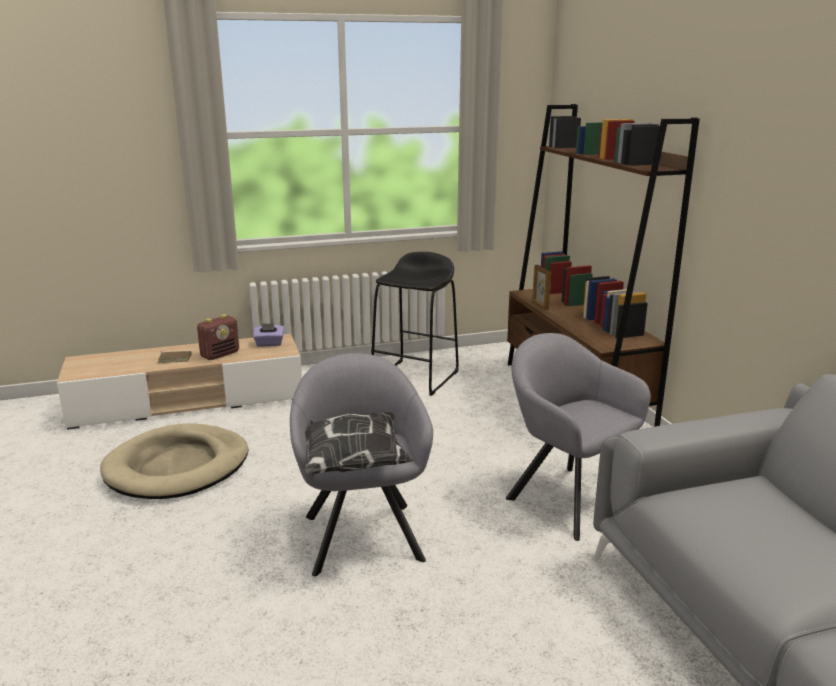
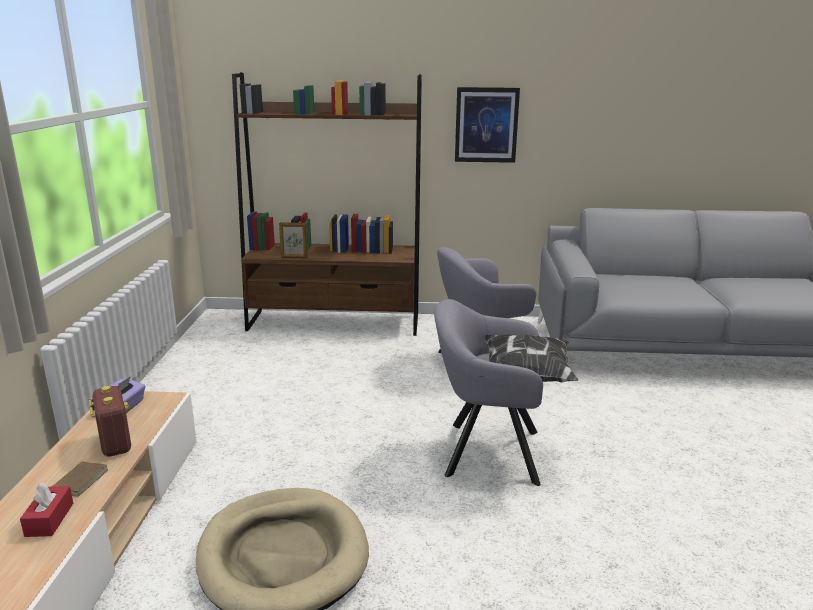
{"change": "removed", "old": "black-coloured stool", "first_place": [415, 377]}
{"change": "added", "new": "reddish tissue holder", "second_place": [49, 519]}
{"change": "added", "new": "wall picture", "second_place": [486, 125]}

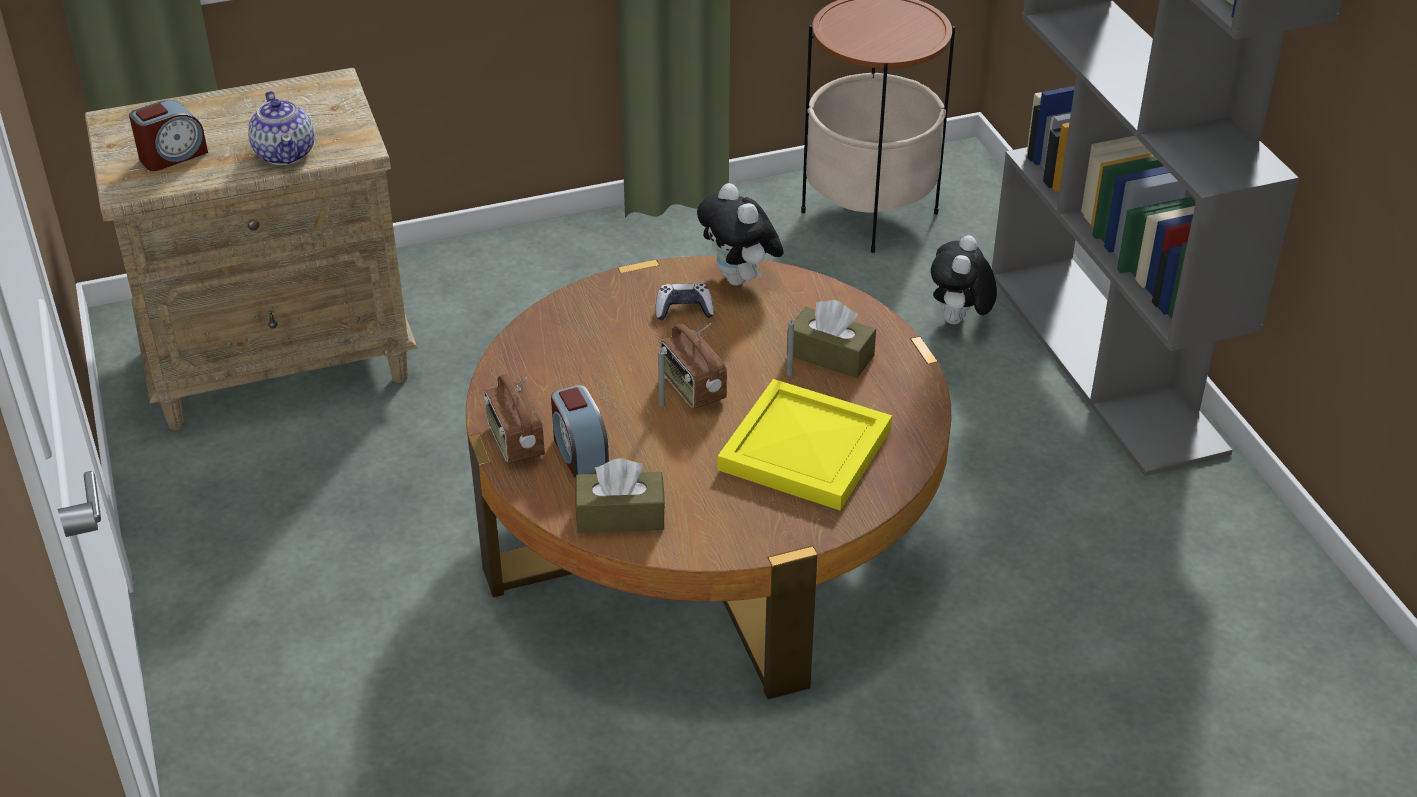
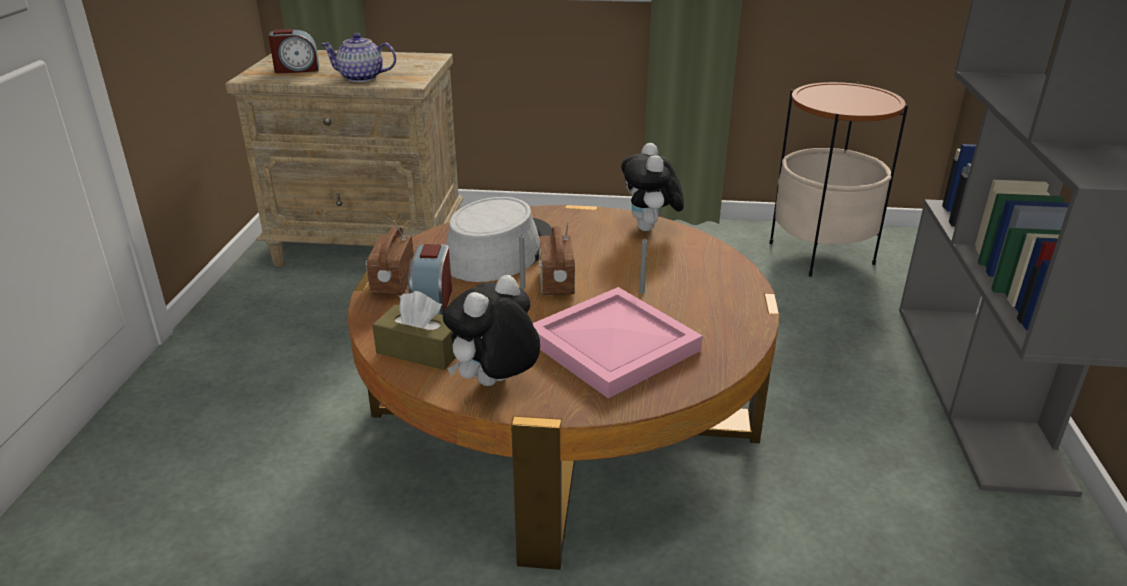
{"change": "turned", "old": "teapot", "first_place": [285, 153], "second_place": [362, 78], "degrees": 90}
{"change": "removed", "old": "gamepad", "first_place": [684, 309]}
{"change": "recoloured", "old": "yellow-coloured carrying tray", "new": "pinkish carrying tray", "first_place": [804, 447], "second_place": [613, 344]}
{"change": "removed", "old": "brownish tissue holder", "first_place": [830, 355]}
{"change": "moved", "old": "soft toy", "first_place": [958, 321], "second_place": [495, 385]}
{"change": "added", "new": "greyish hat", "second_place": [500, 251]}

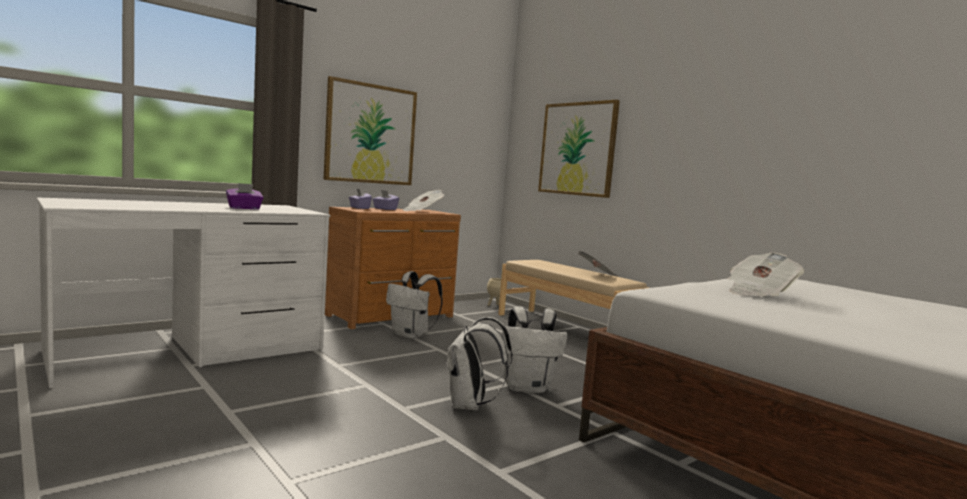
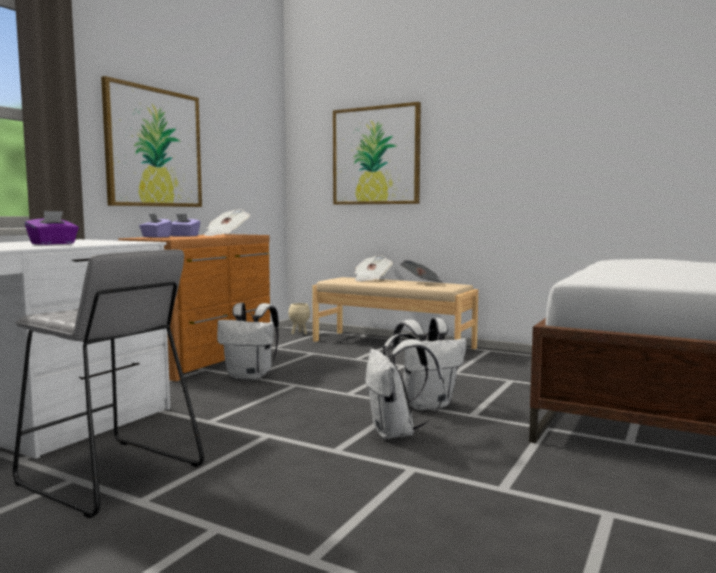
{"change": "moved", "old": "printed paper", "first_place": [759, 293], "second_place": [371, 279]}
{"change": "added", "new": "greyish stool", "second_place": [109, 475]}

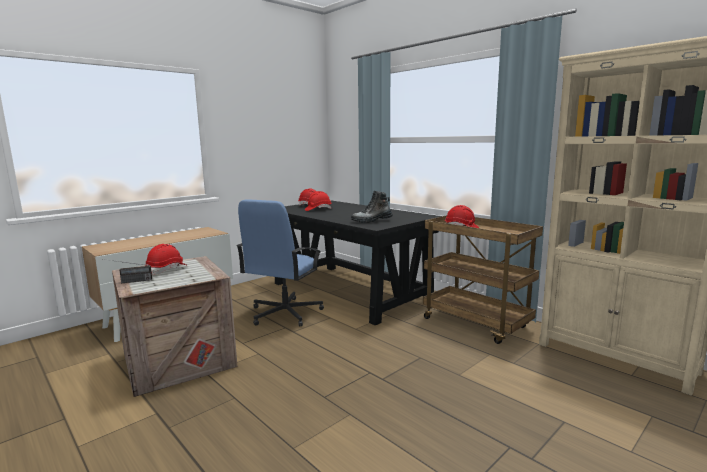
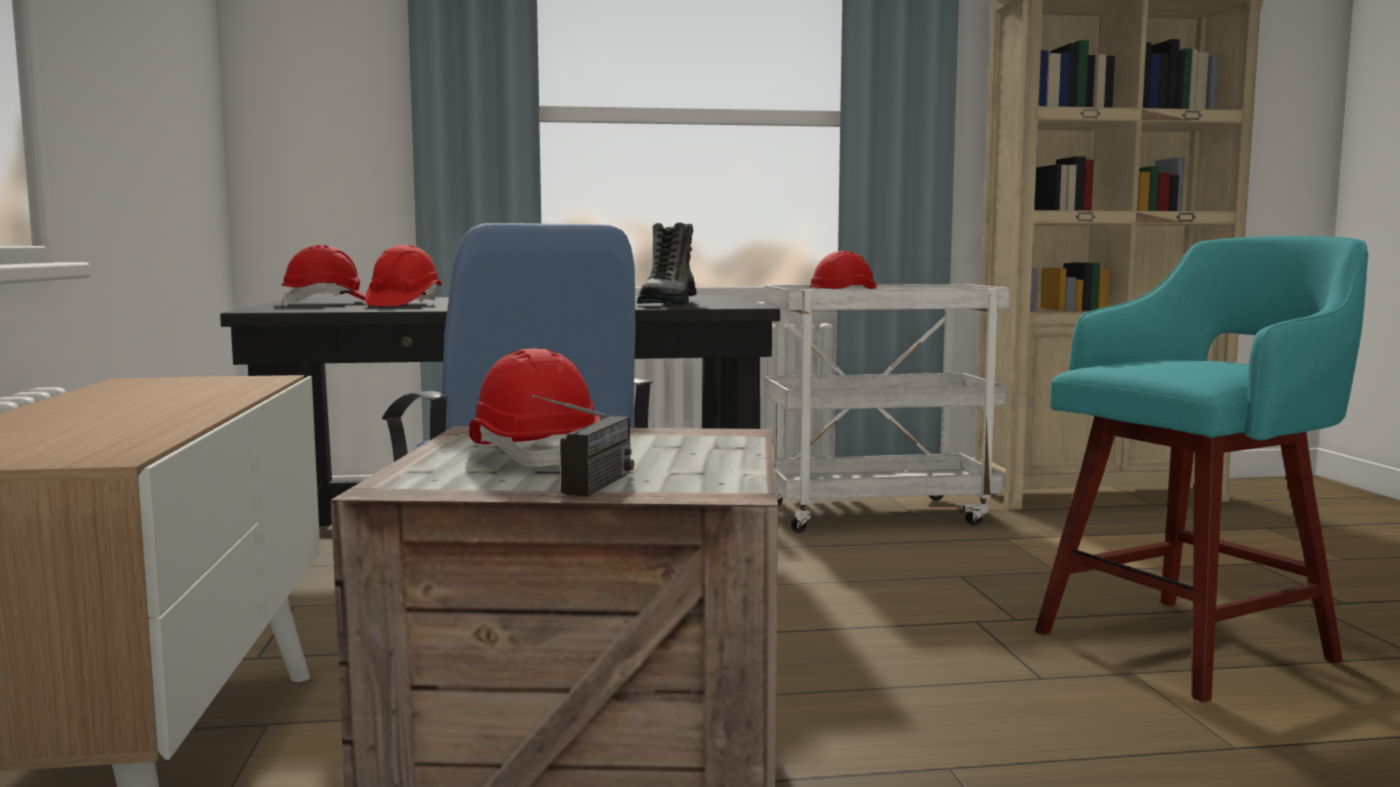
{"change": "recoloured", "old": "brownish wheeled cart", "new": "whitish wheeled cart", "first_place": [477, 323], "second_place": [878, 514]}
{"change": "added", "new": "turquoise stool", "second_place": [1190, 644]}

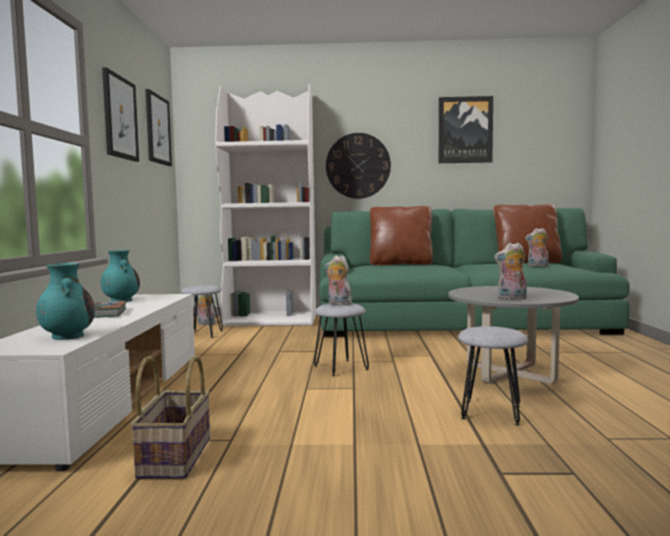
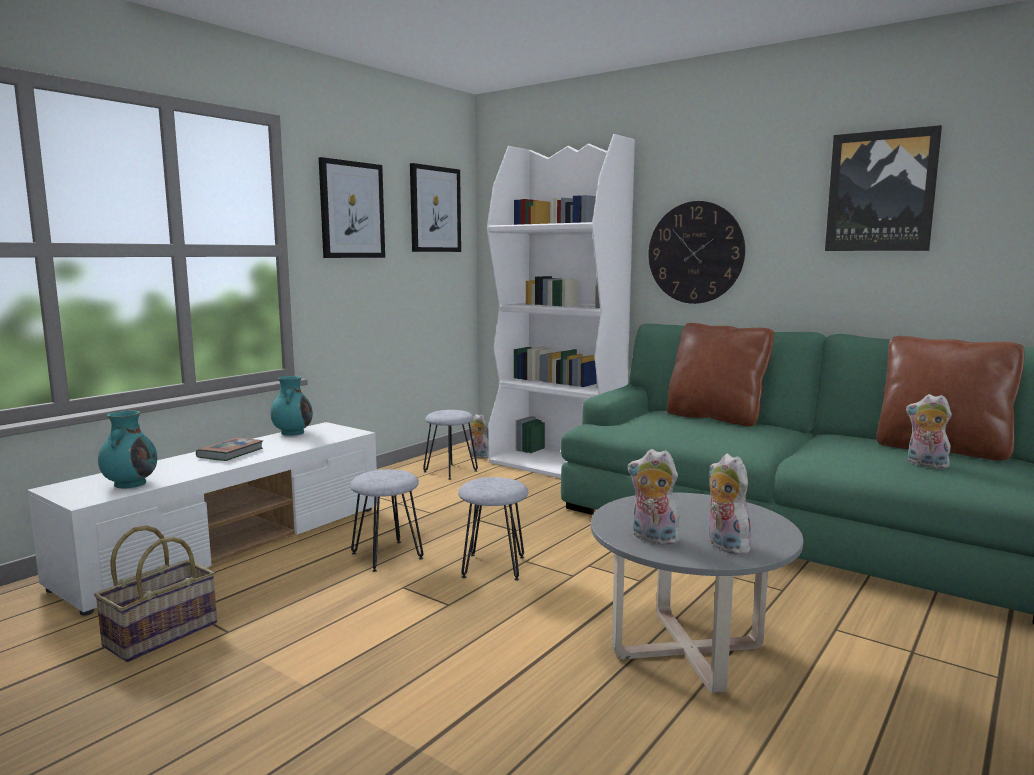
{"change": "moved", "old": "soft toy", "first_place": [338, 304], "second_place": [724, 545]}
{"change": "moved", "old": "greyish stool", "first_place": [490, 412], "second_place": [387, 555]}

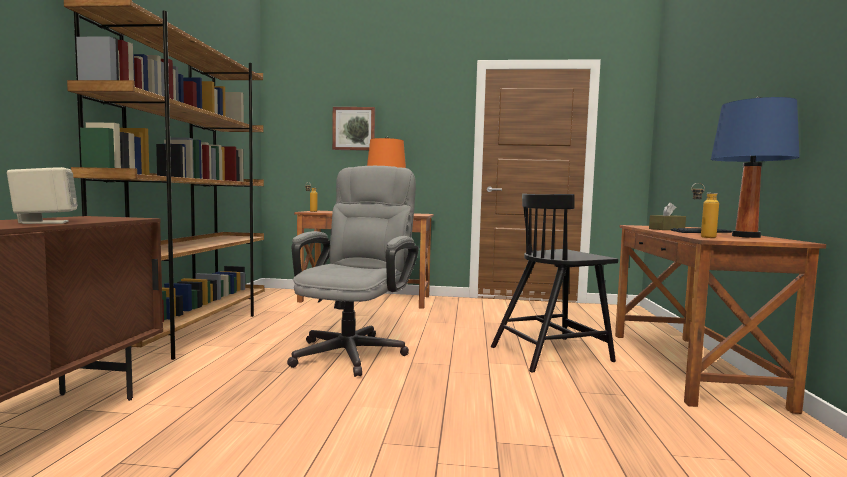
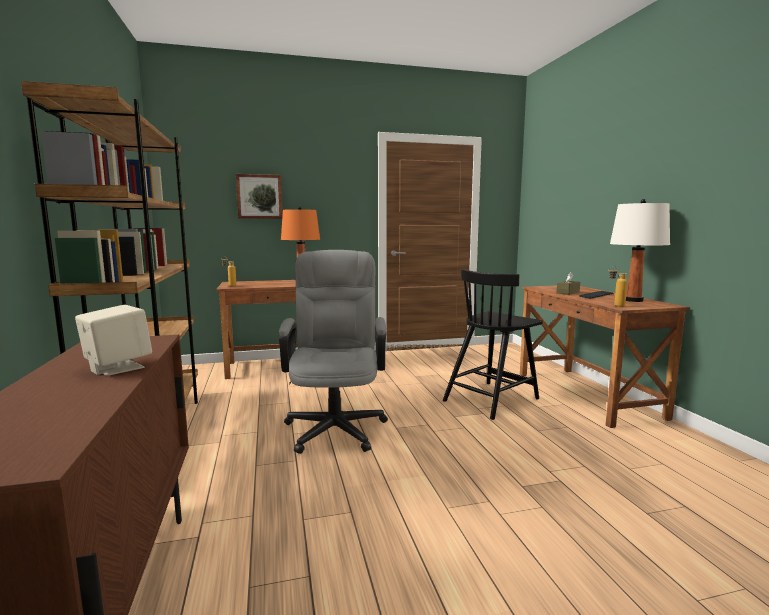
{"change": "recoloured", "old": "blue-coloured table lamp", "new": "whitish table lamp", "first_place": [746, 236], "second_place": [633, 300]}

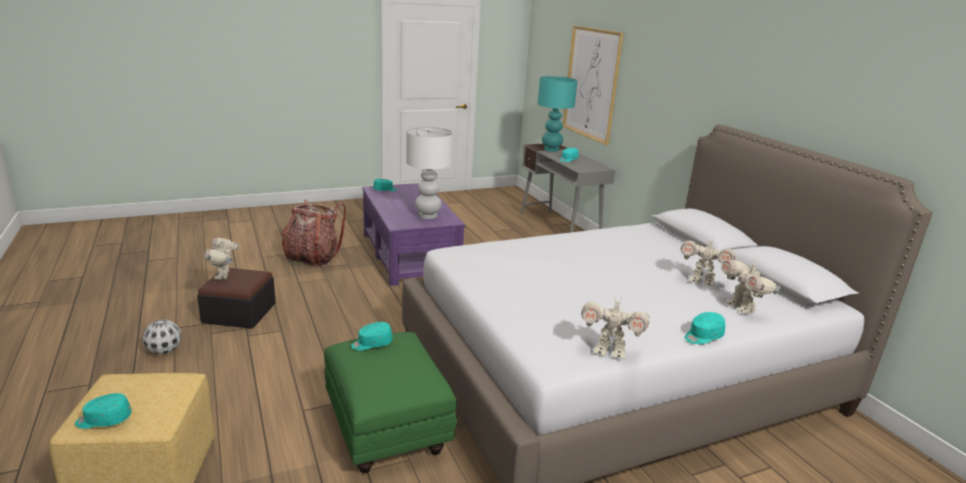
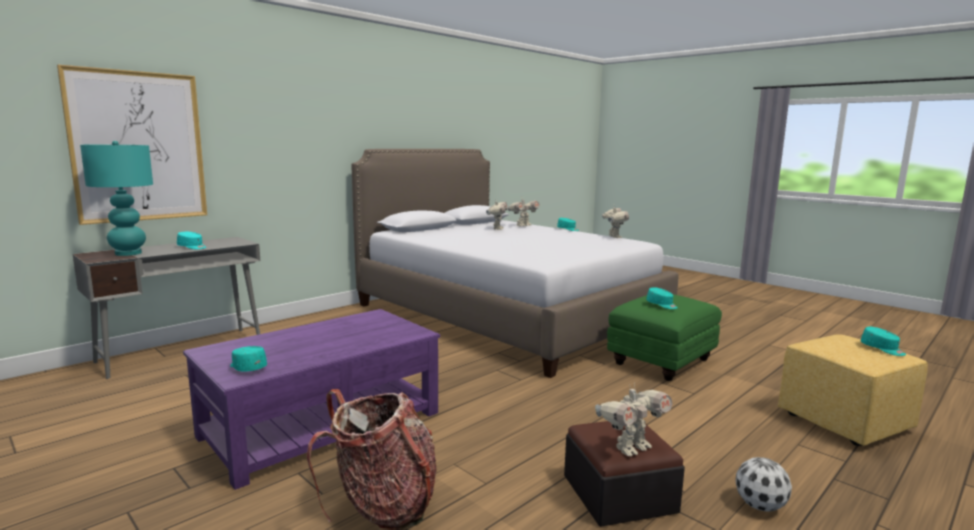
{"change": "removed", "old": "whitish table lamp", "first_place": [427, 216]}

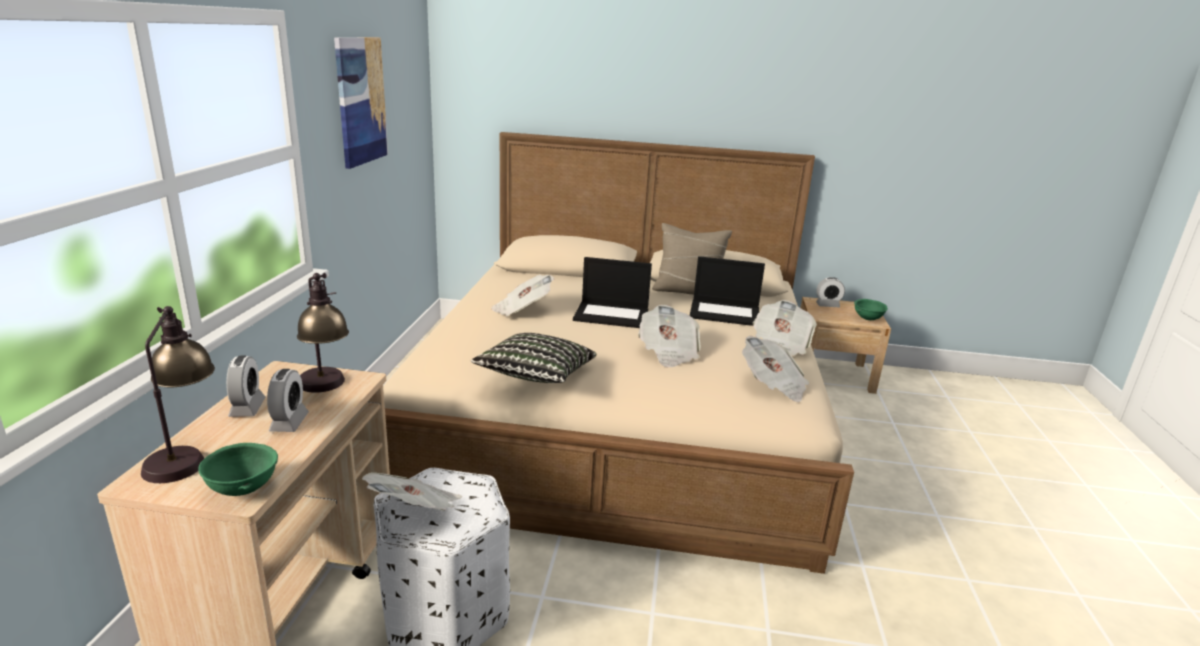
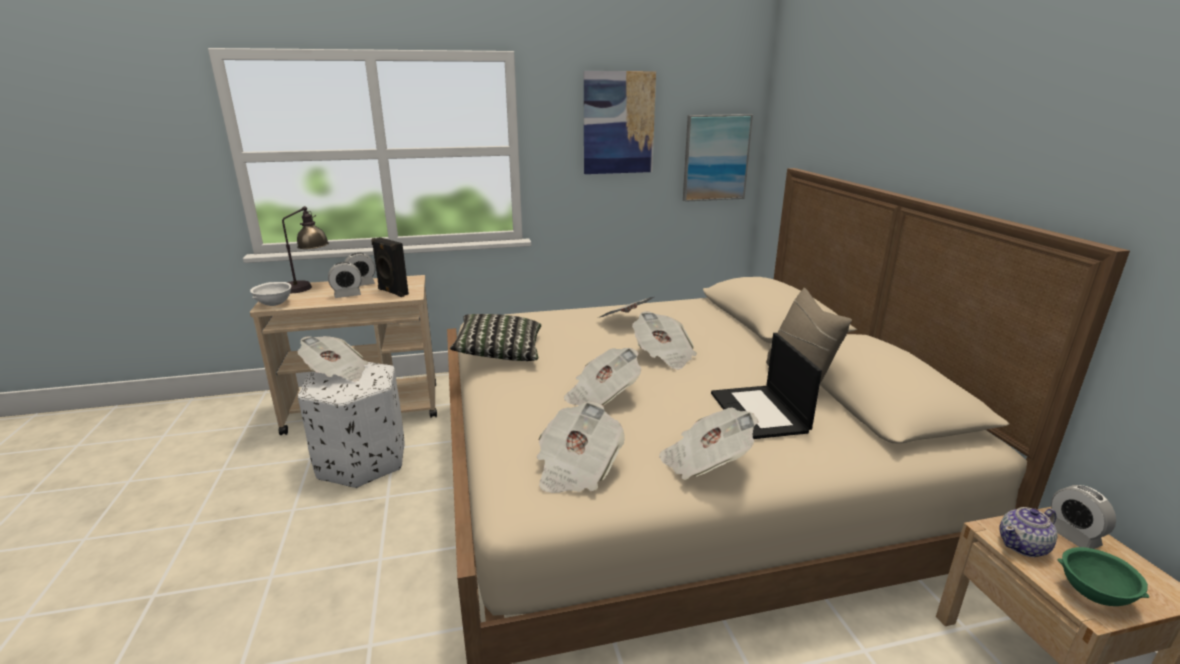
{"change": "recoloured", "old": "green-coloured deep dish", "new": "whitish deep dish", "first_place": [244, 489], "second_place": [275, 304]}
{"change": "replaced", "old": "table lamp", "new": "black-coloured speaker", "first_place": [326, 389], "second_place": [392, 292]}
{"change": "replaced", "old": "notebook computer", "new": "printed paper", "first_place": [612, 315], "second_place": [664, 356]}
{"change": "added", "new": "wall picture", "second_place": [715, 158]}
{"change": "added", "new": "teapot", "second_place": [1023, 546]}

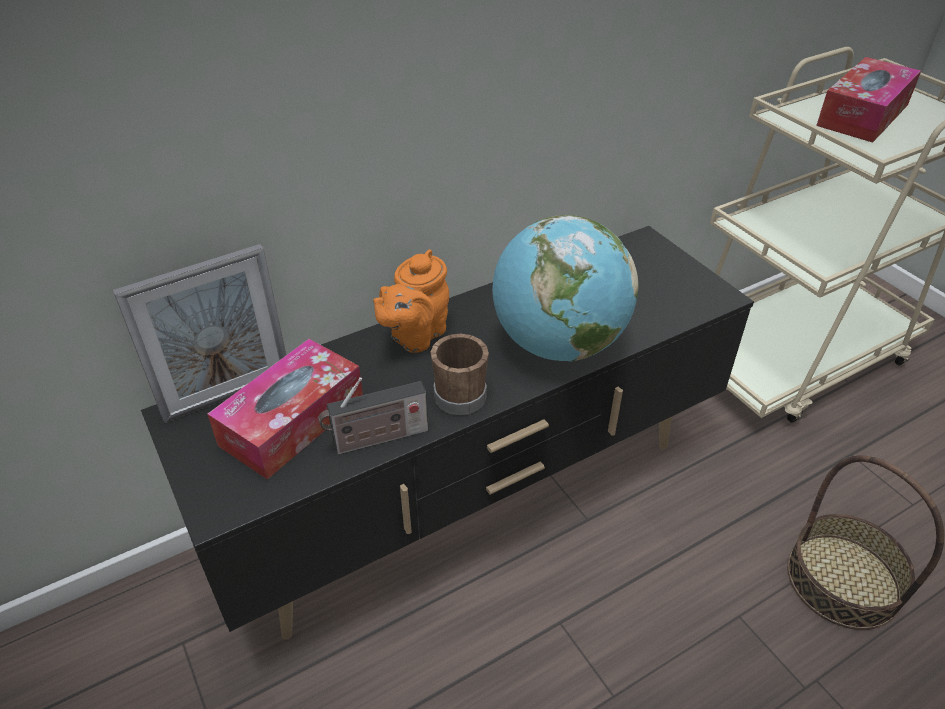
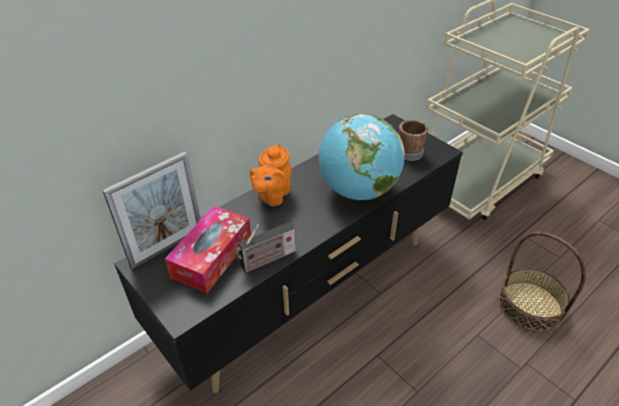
{"change": "moved", "old": "brownish coffee mug", "first_place": [460, 392], "second_place": [408, 151]}
{"change": "removed", "old": "tissue holder", "first_place": [863, 115]}

